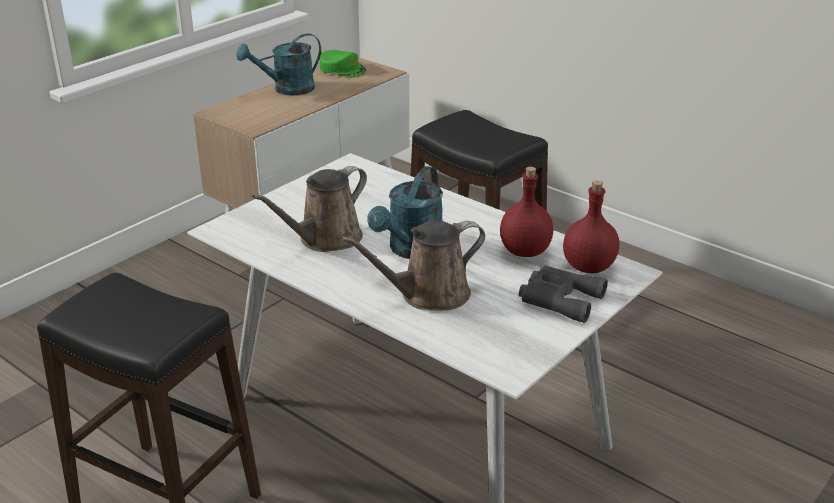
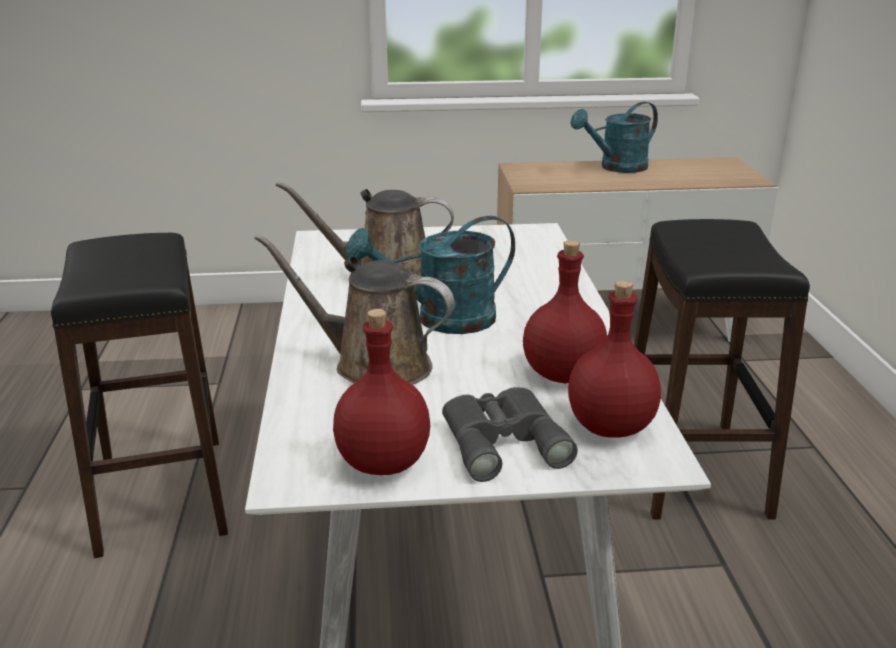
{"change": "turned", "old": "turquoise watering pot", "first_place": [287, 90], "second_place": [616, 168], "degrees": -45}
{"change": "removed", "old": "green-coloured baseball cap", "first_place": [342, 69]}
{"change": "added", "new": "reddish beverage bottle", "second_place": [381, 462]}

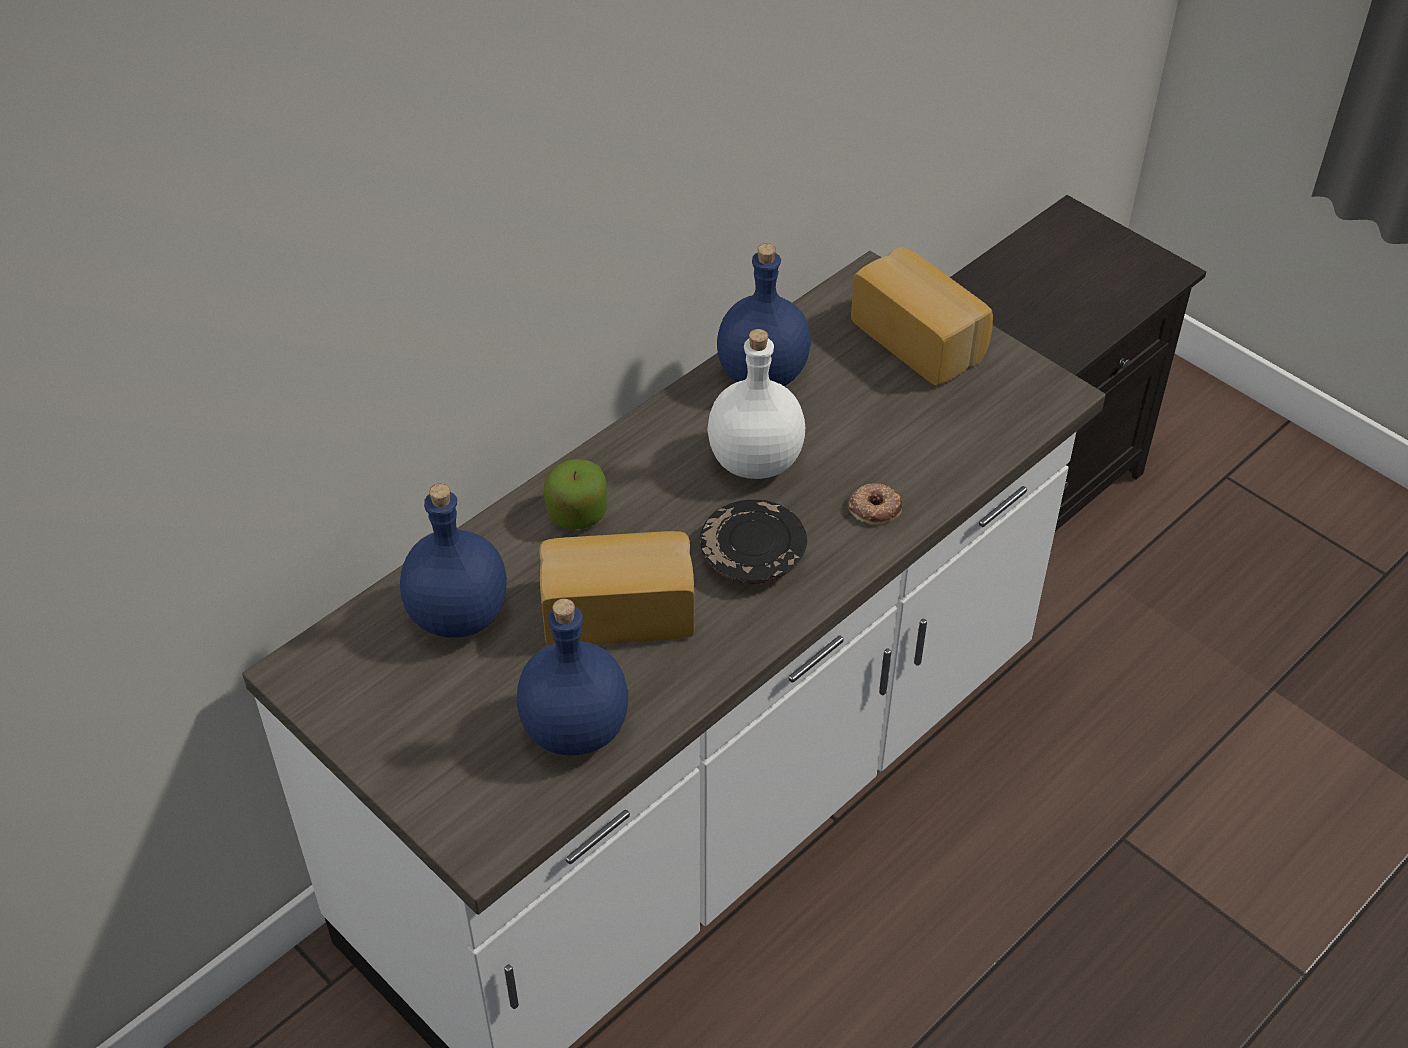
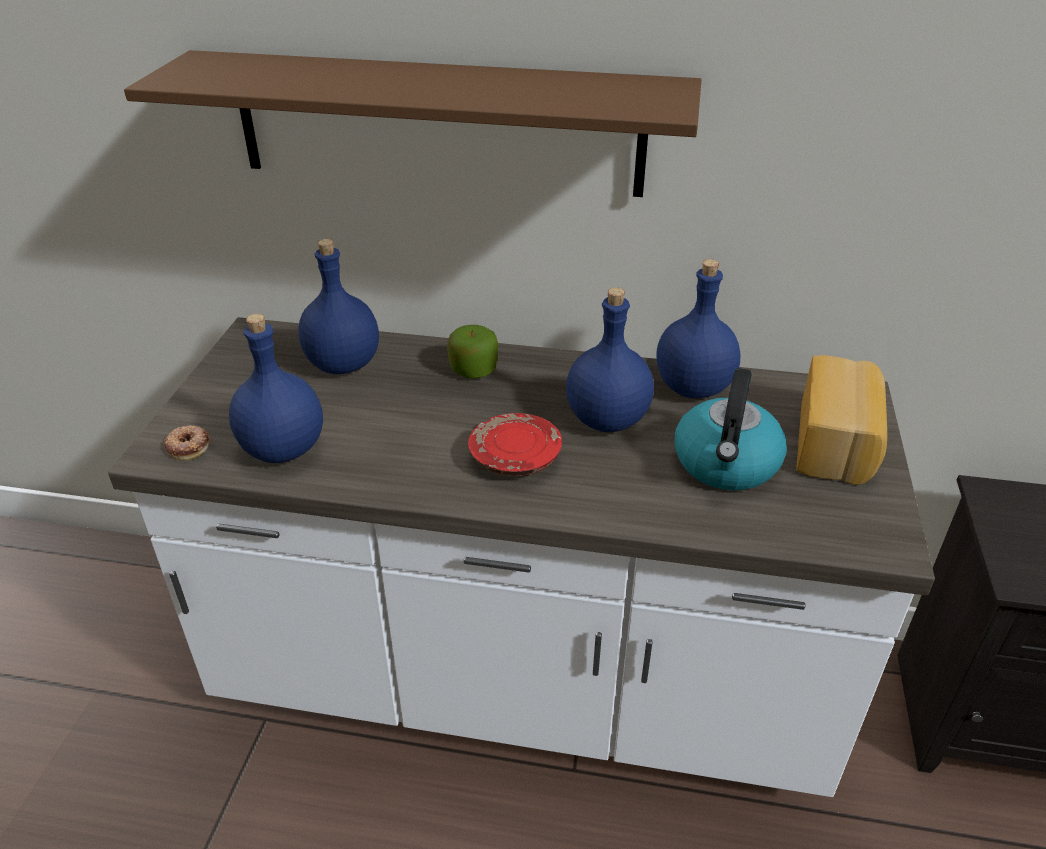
{"change": "removed", "old": "baked bread", "first_place": [618, 608]}
{"change": "recoloured", "old": "black-coloured plate", "new": "reddish plate", "first_place": [752, 556], "second_place": [514, 458]}
{"change": "recoloured", "old": "whitish beverage bottle", "new": "blue-coloured beverage bottle", "first_place": [753, 460], "second_place": [606, 419]}
{"change": "moved", "old": "ring doughnut", "first_place": [874, 508], "second_place": [188, 446]}
{"change": "added", "new": "brownish bracket shelf", "second_place": [438, 124]}
{"change": "added", "new": "tea kettle", "second_place": [726, 464]}

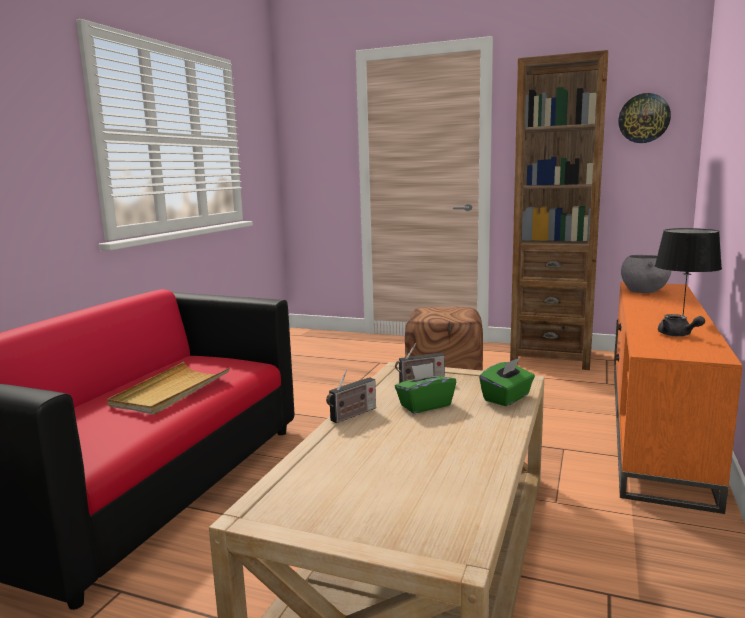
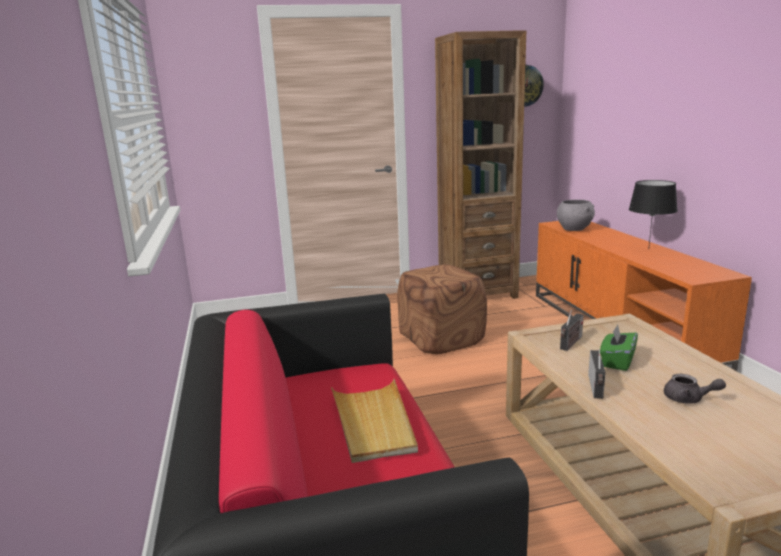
{"change": "removed", "old": "green-coloured tissue holder", "first_place": [507, 398]}
{"change": "moved", "old": "greyish teapot", "first_place": [677, 335], "second_place": [688, 399]}

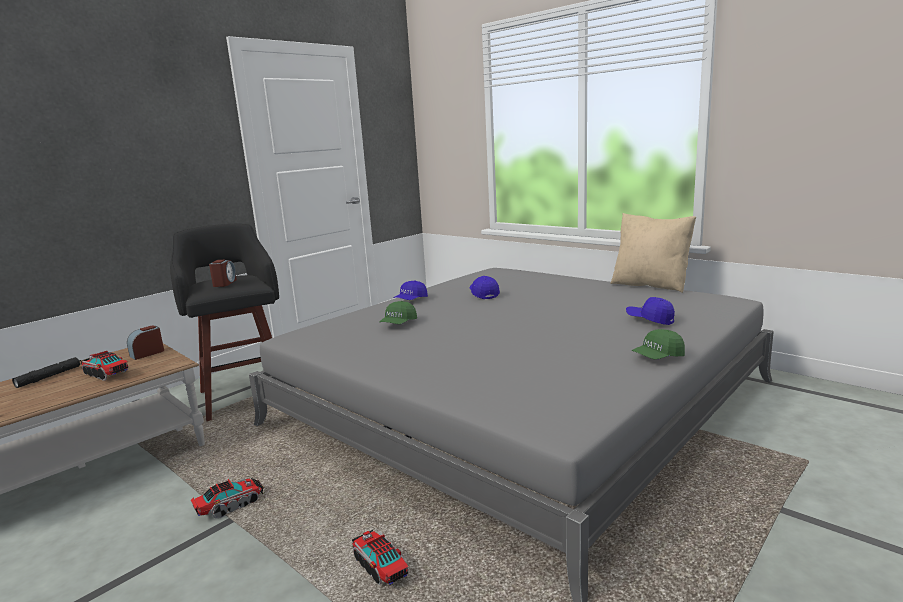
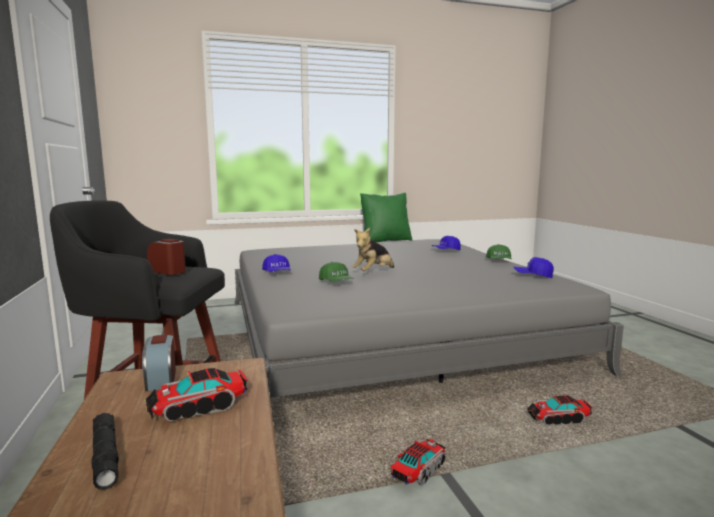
{"change": "turned", "old": "toy truck", "first_place": [230, 506], "second_place": [419, 471], "degrees": 45}
{"change": "moved", "old": "blue-coloured baseball cap", "first_place": [483, 294], "second_place": [533, 276]}
{"change": "recoloured", "old": "sand-coloured cushion", "new": "green-coloured cushion", "first_place": [650, 285], "second_place": [385, 240]}
{"change": "added", "new": "soft toy", "second_place": [373, 273]}

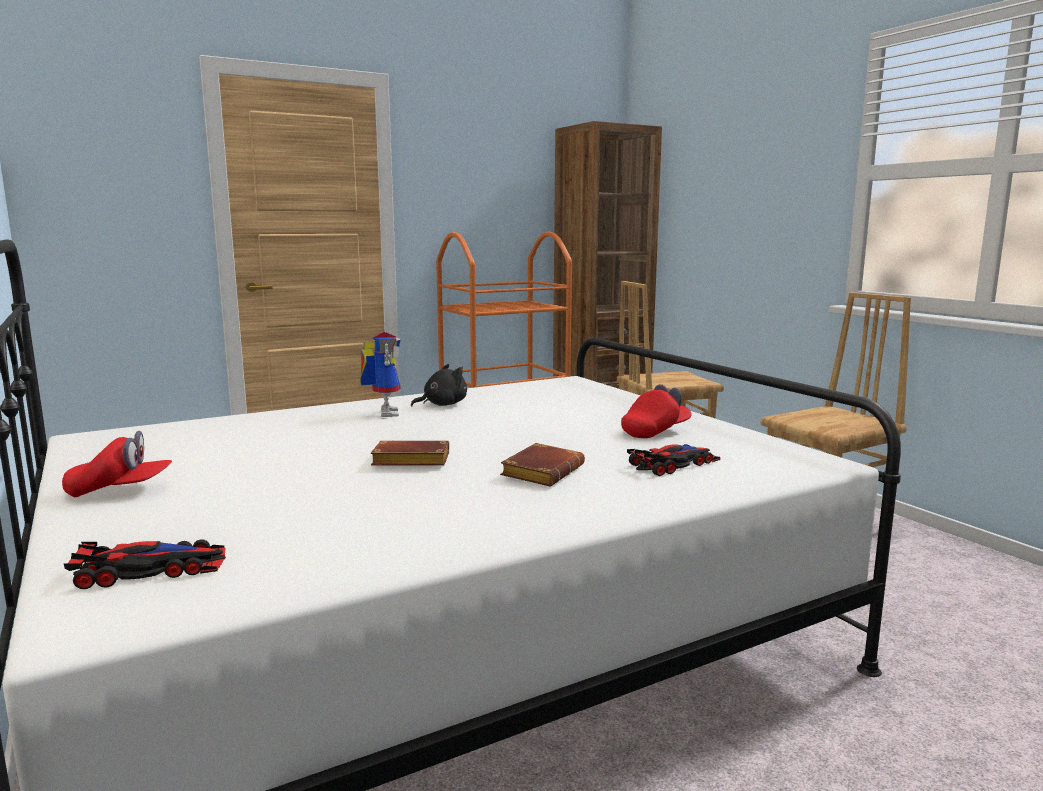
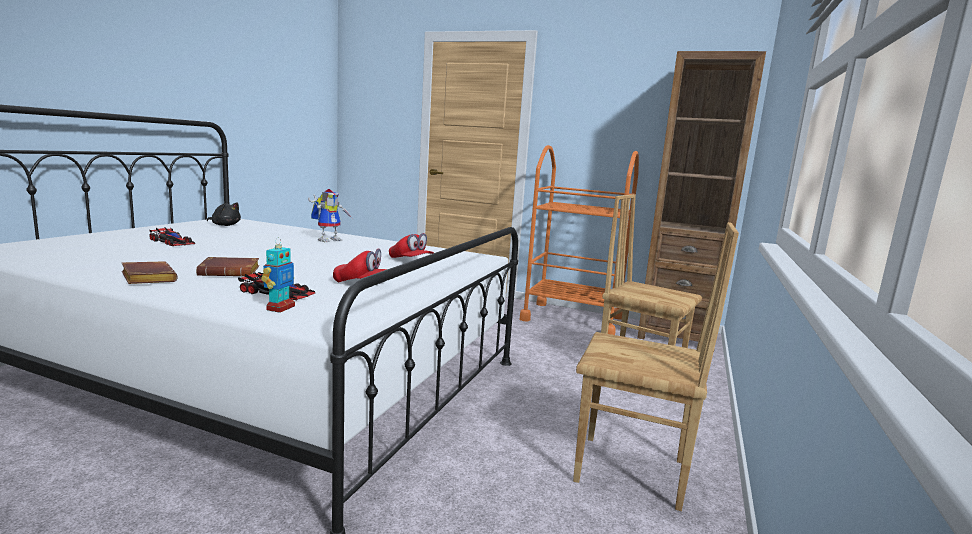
{"change": "moved", "old": "reddish baseball cap", "first_place": [120, 490], "second_place": [410, 261]}
{"change": "moved", "old": "model car", "first_place": [151, 570], "second_place": [172, 242]}
{"change": "moved", "old": "brownish volume", "first_place": [409, 462], "second_place": [146, 278]}
{"change": "moved", "old": "black-coloured soft toy", "first_place": [442, 404], "second_place": [225, 225]}
{"change": "added", "new": "model robot", "second_place": [280, 308]}

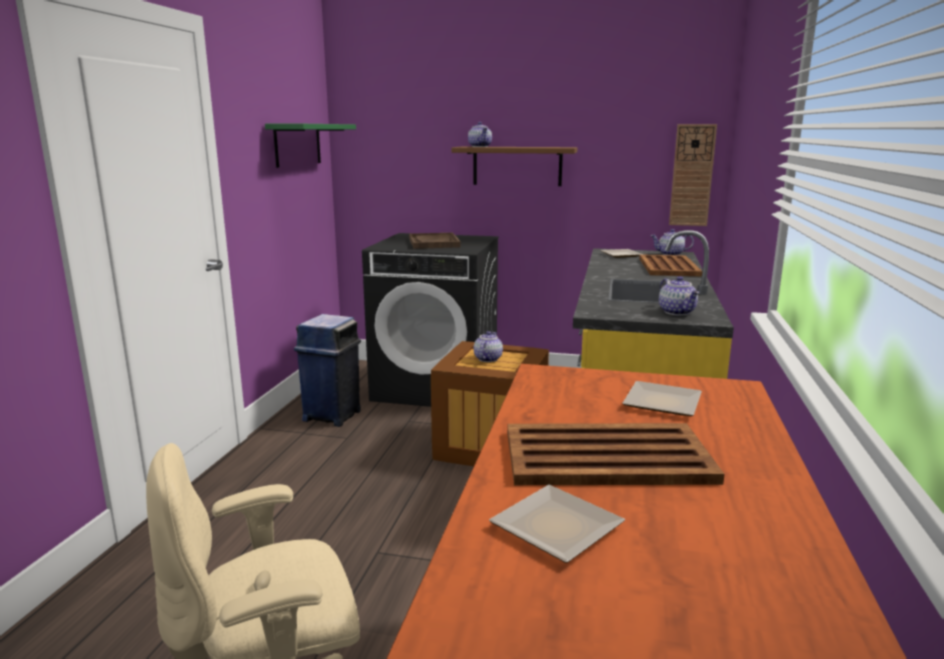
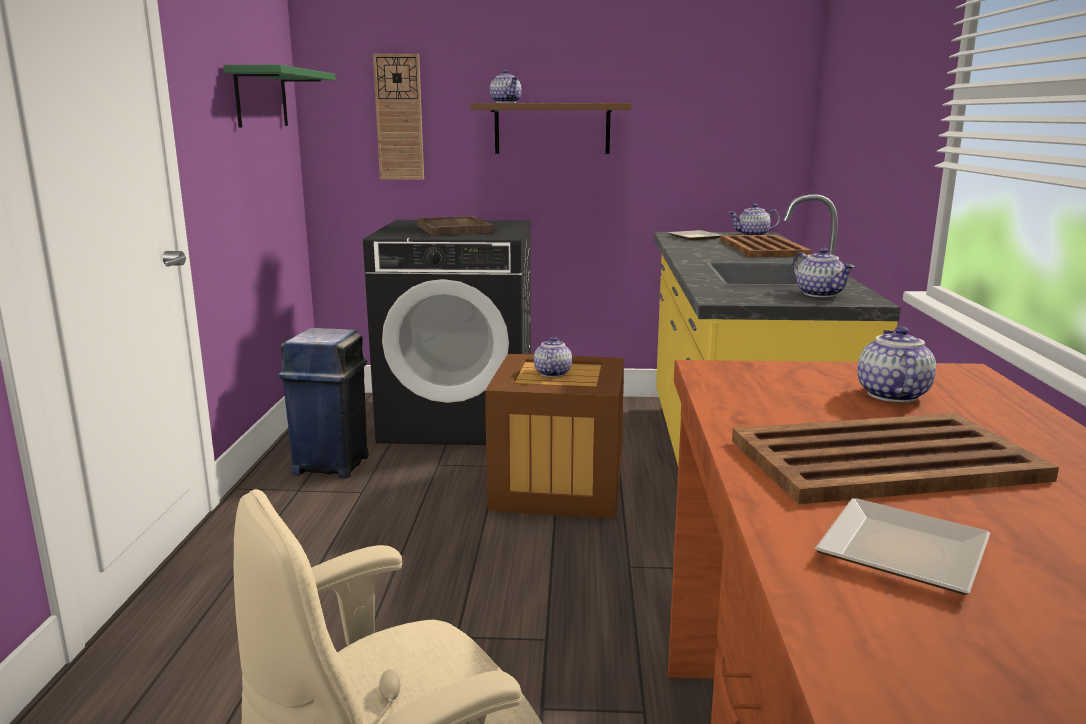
{"change": "replaced", "old": "plate", "new": "teapot", "first_place": [659, 403], "second_place": [890, 394]}
{"change": "moved", "old": "hanging clock", "first_place": [692, 175], "second_place": [399, 117]}

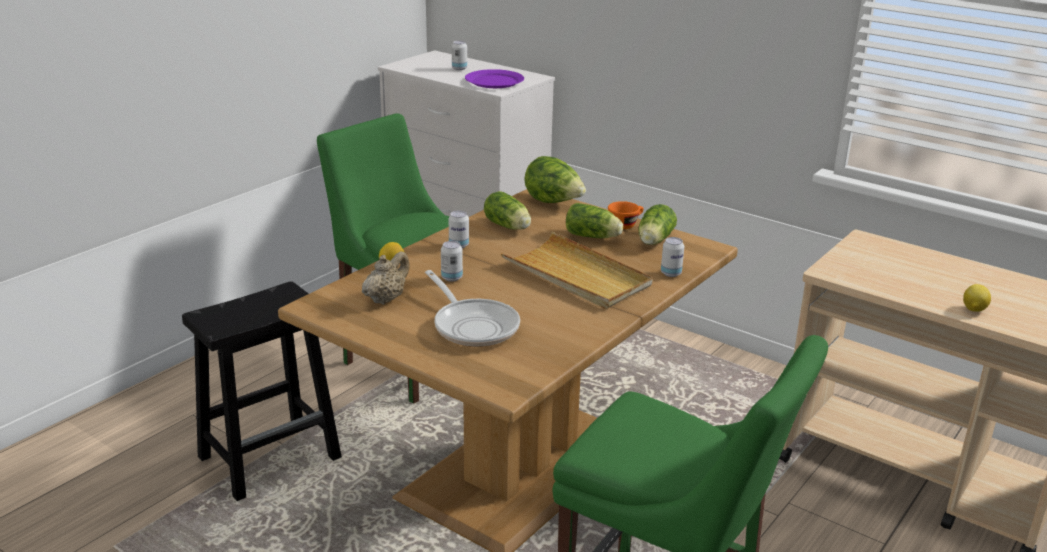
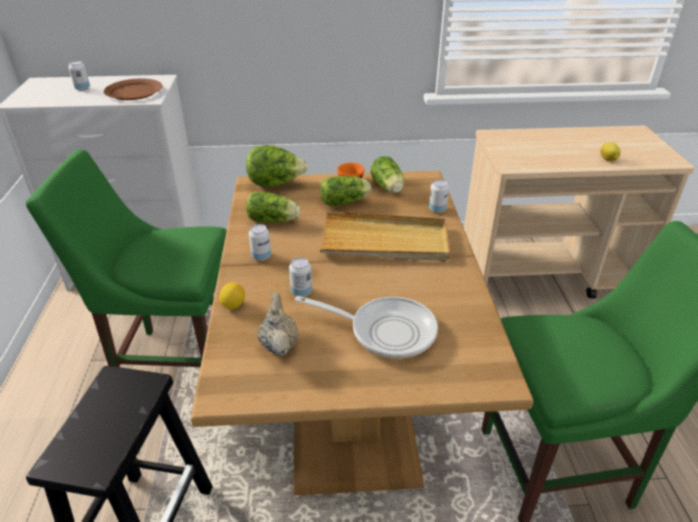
{"change": "recoloured", "old": "purplish plate", "new": "brownish plate", "first_place": [495, 81], "second_place": [134, 92]}

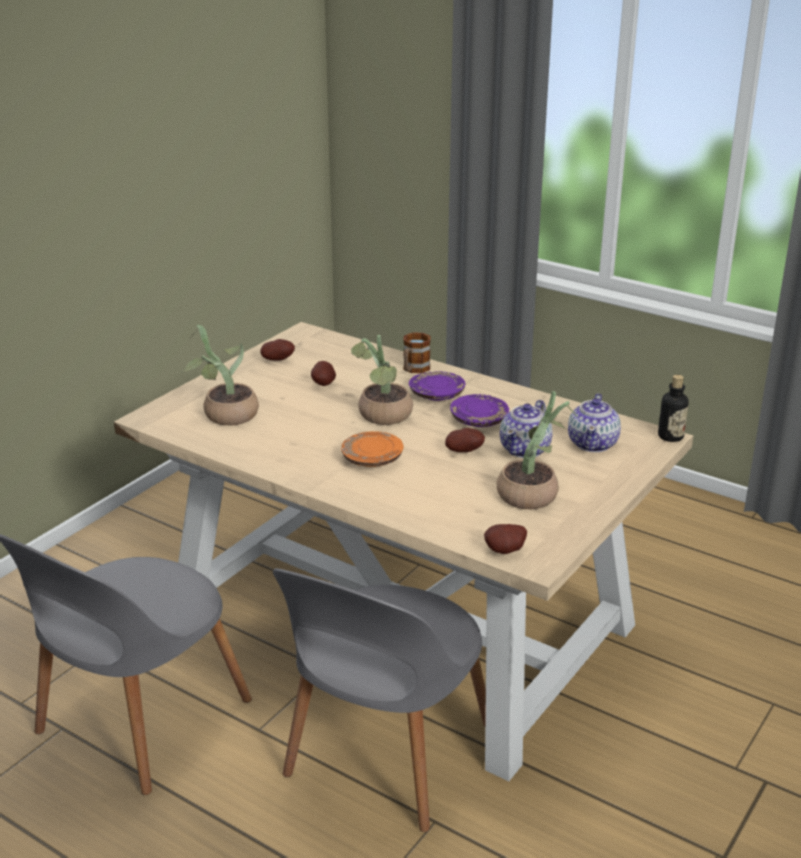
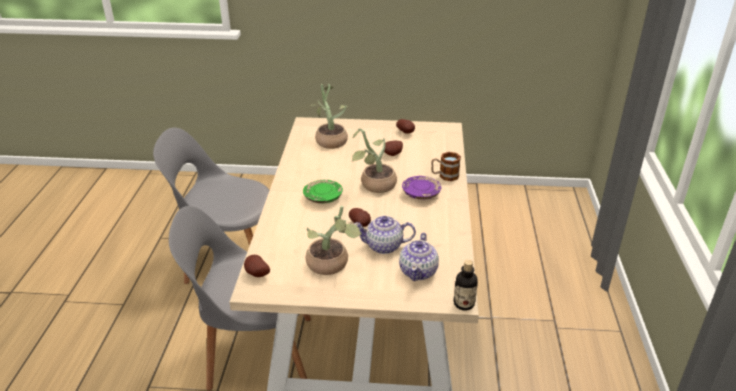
{"change": "recoloured", "old": "orangey plate", "new": "green-coloured plate", "first_place": [372, 459], "second_place": [322, 197]}
{"change": "removed", "old": "purplish plate", "first_place": [479, 420]}
{"change": "turned", "old": "teapot", "first_place": [593, 443], "second_place": [418, 271], "degrees": -60}

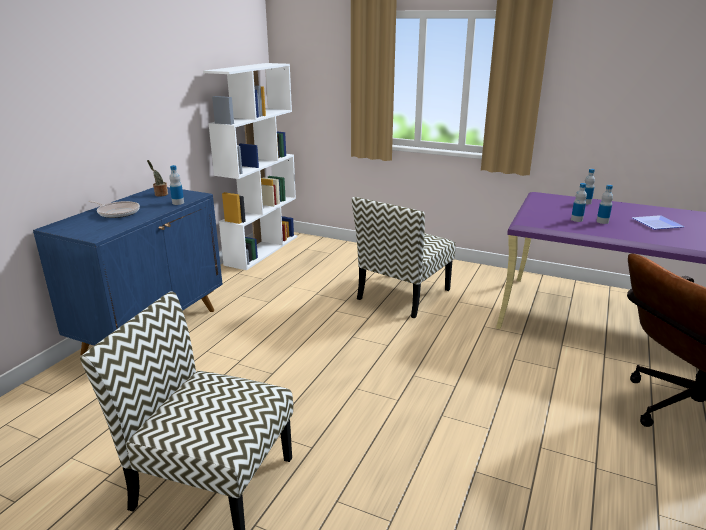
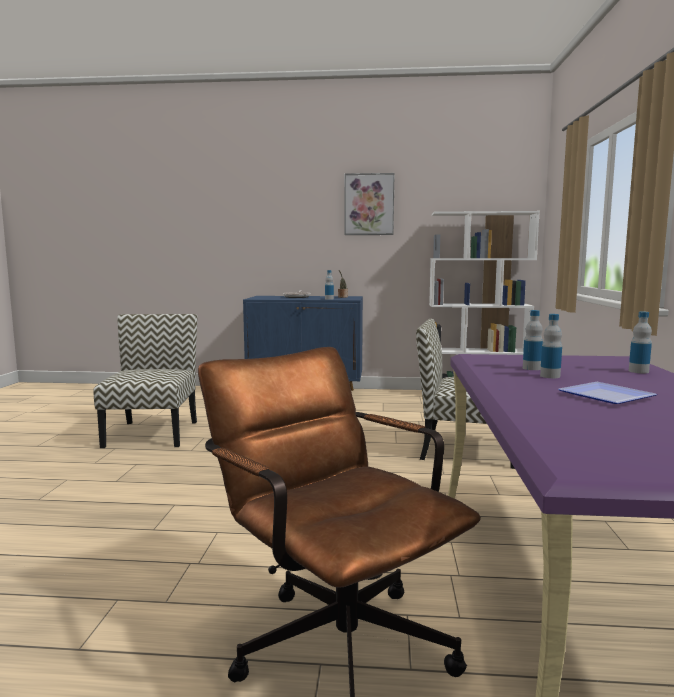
{"change": "added", "new": "wall picture", "second_place": [369, 204]}

